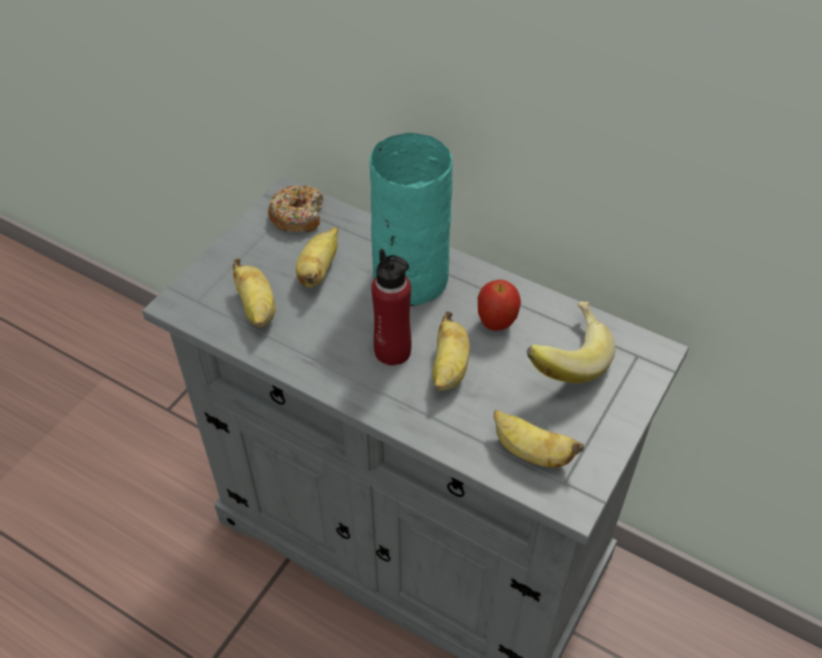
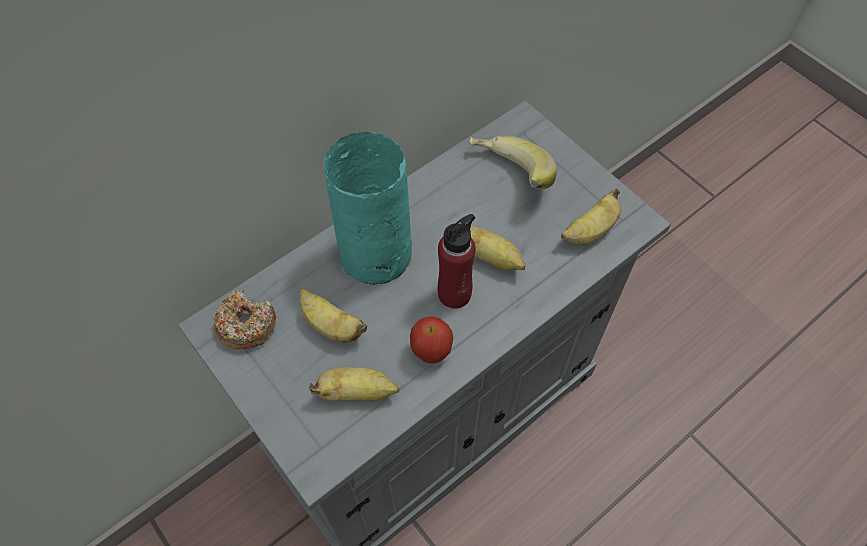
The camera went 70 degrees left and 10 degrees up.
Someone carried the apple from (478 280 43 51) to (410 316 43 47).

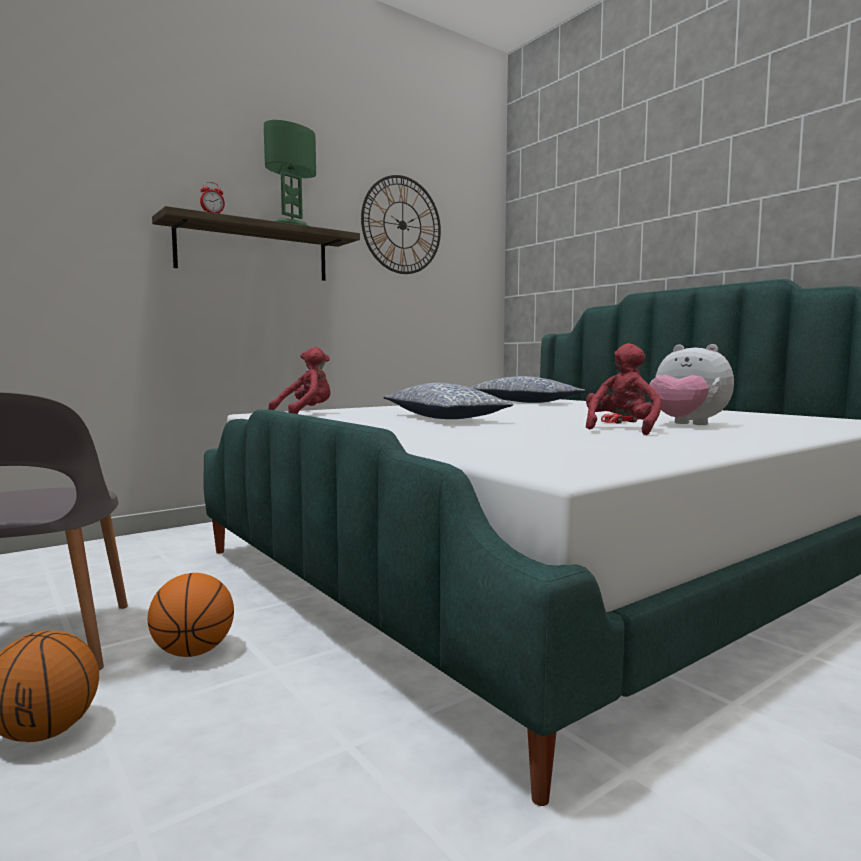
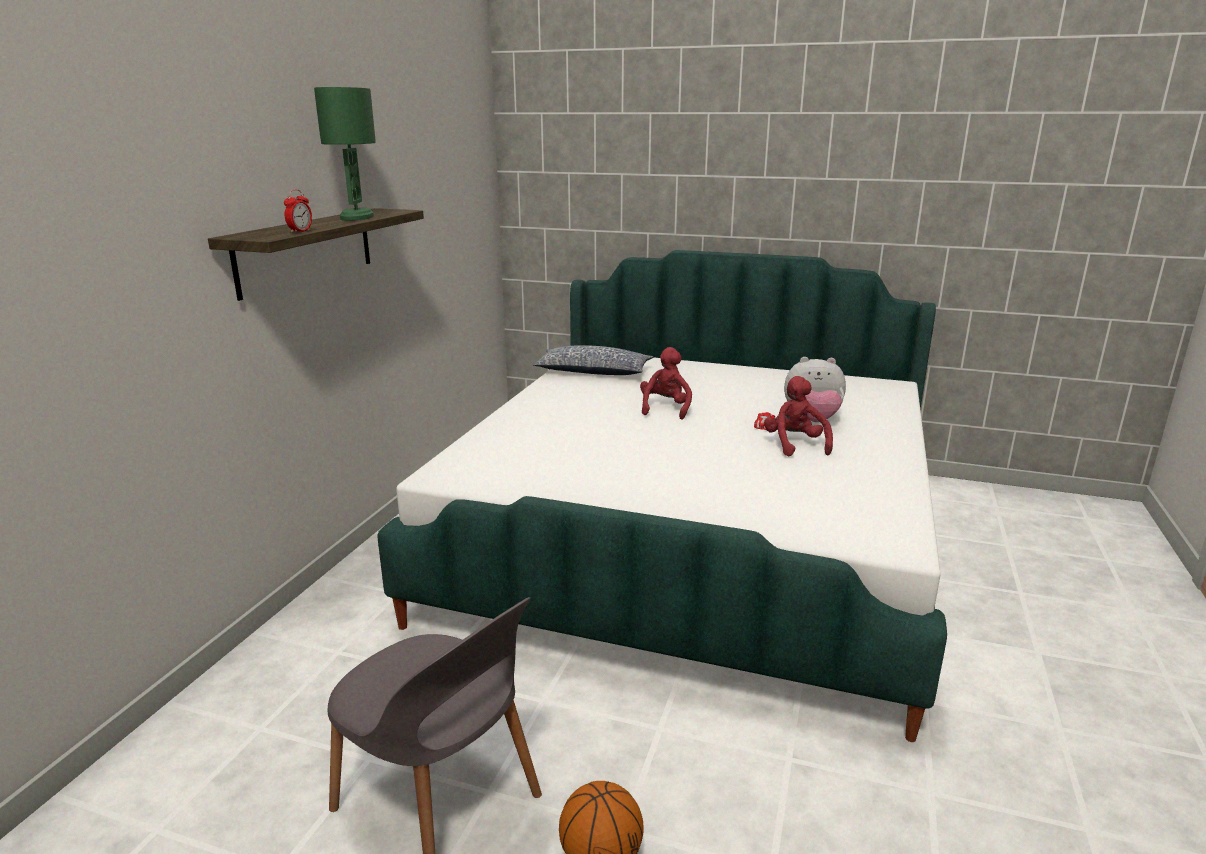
The camera went 35 degrees left and 15 degrees up.
Someone took away the basketball ball at (148 573 86 84).
Someone took away the wall clock at (361 175 80 99).
Someone took away the pillow at (383 383 131 36).
Someone carried the soft toy/reddish from (268 347 63 67) to (640 347 52 72).

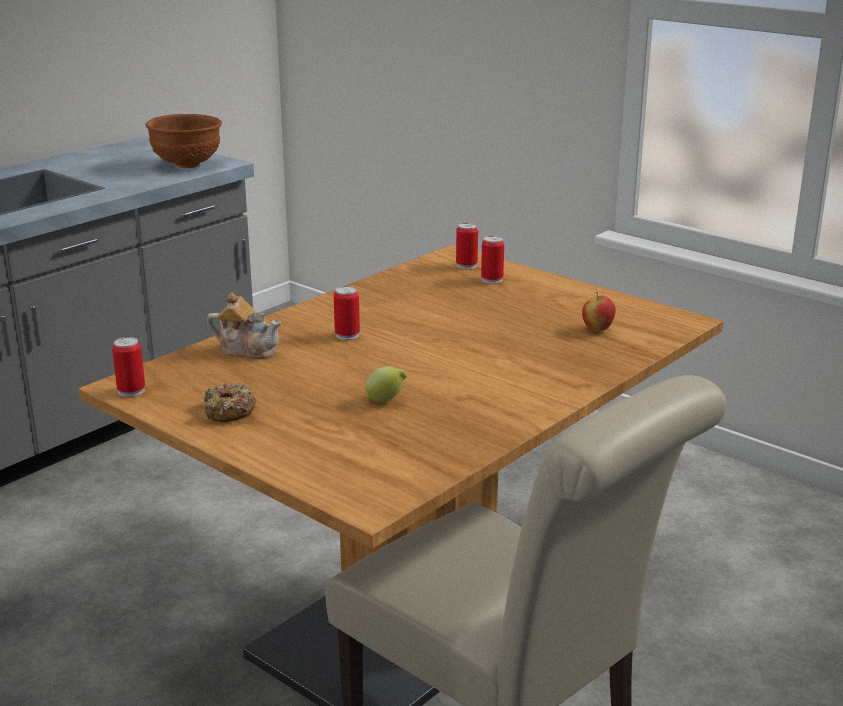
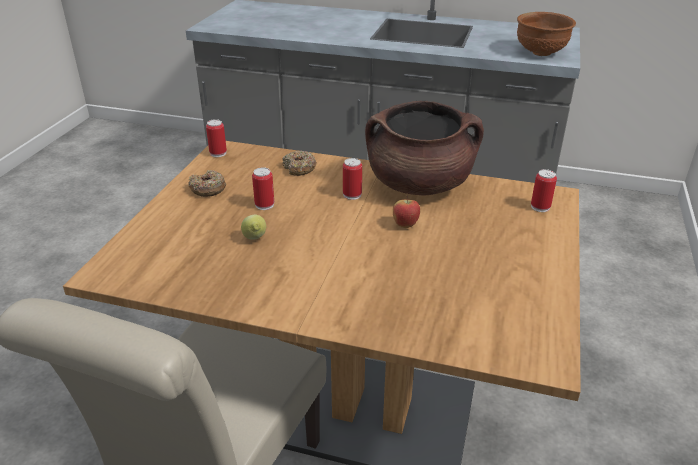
The camera went 65 degrees right and 10 degrees up.
Someone put down the saucepot/brownish at (365 101 119 94).
Someone carried the metal can from (481 236 23 48) to (252 167 22 43).
Someone carried the apple from (582 292 34 40) to (393 195 27 33).
Someone swapped the tea pot at (207 292 74 67) for the donut at (282 150 35 26).

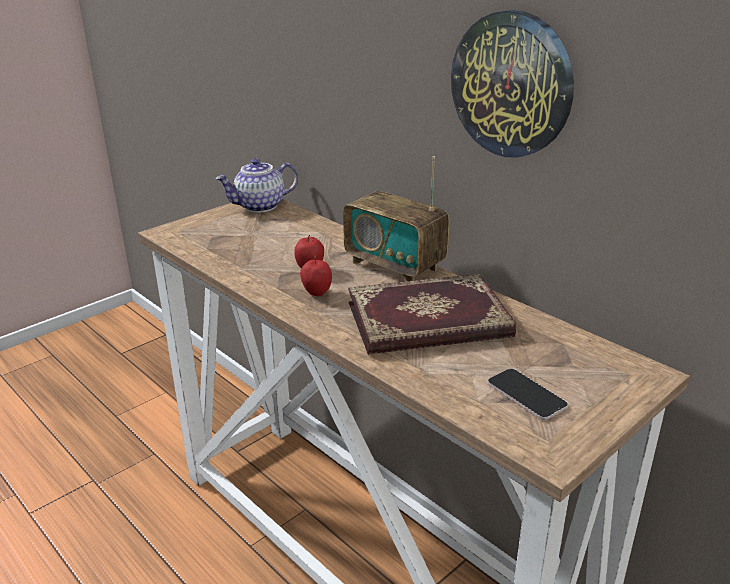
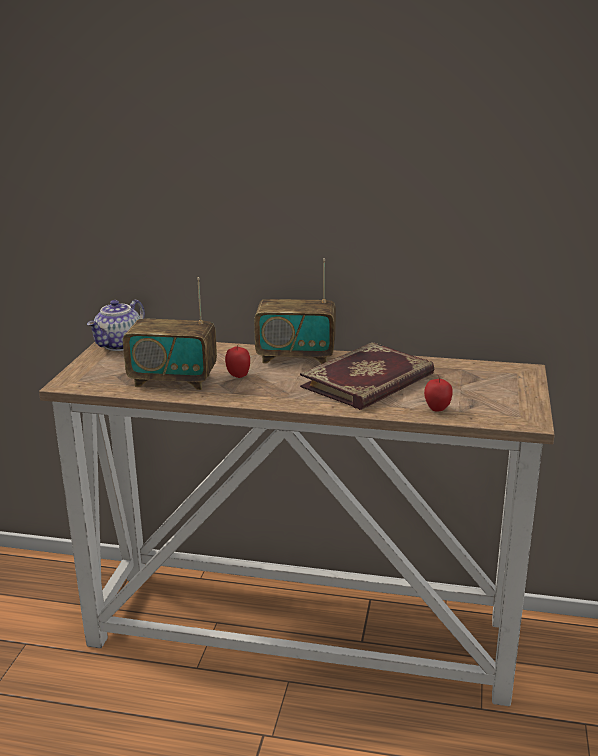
The camera went 35 degrees left and 5 degrees down.
Someone took away the wall clock at (451 10 123 148).
Someone took away the telephone at (487 368 81 52).
Someone put down the radio set at (123 277 94 113).
Someone carried the apple from (300 255 32 41) to (424 375 29 36).

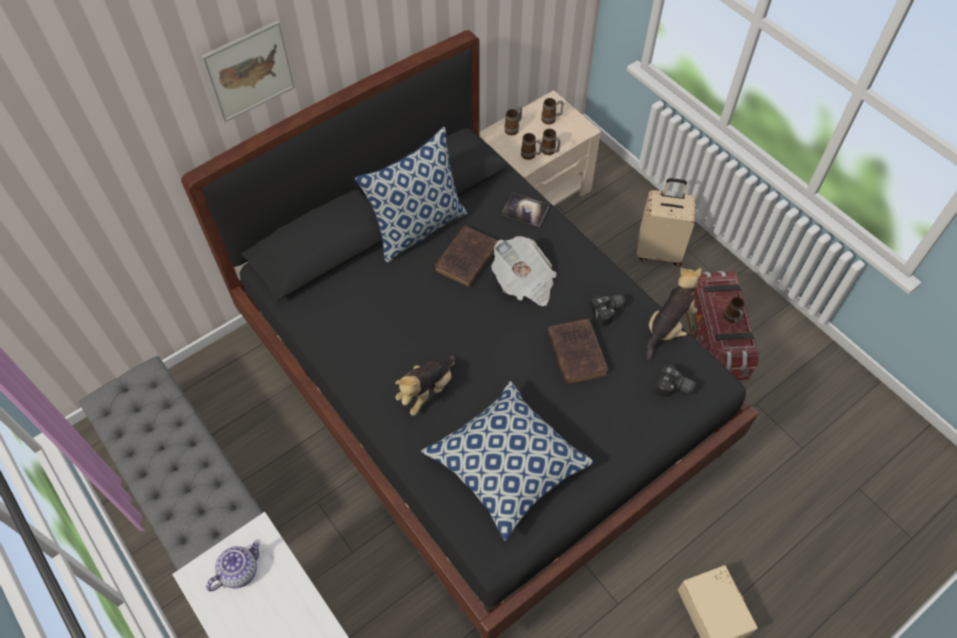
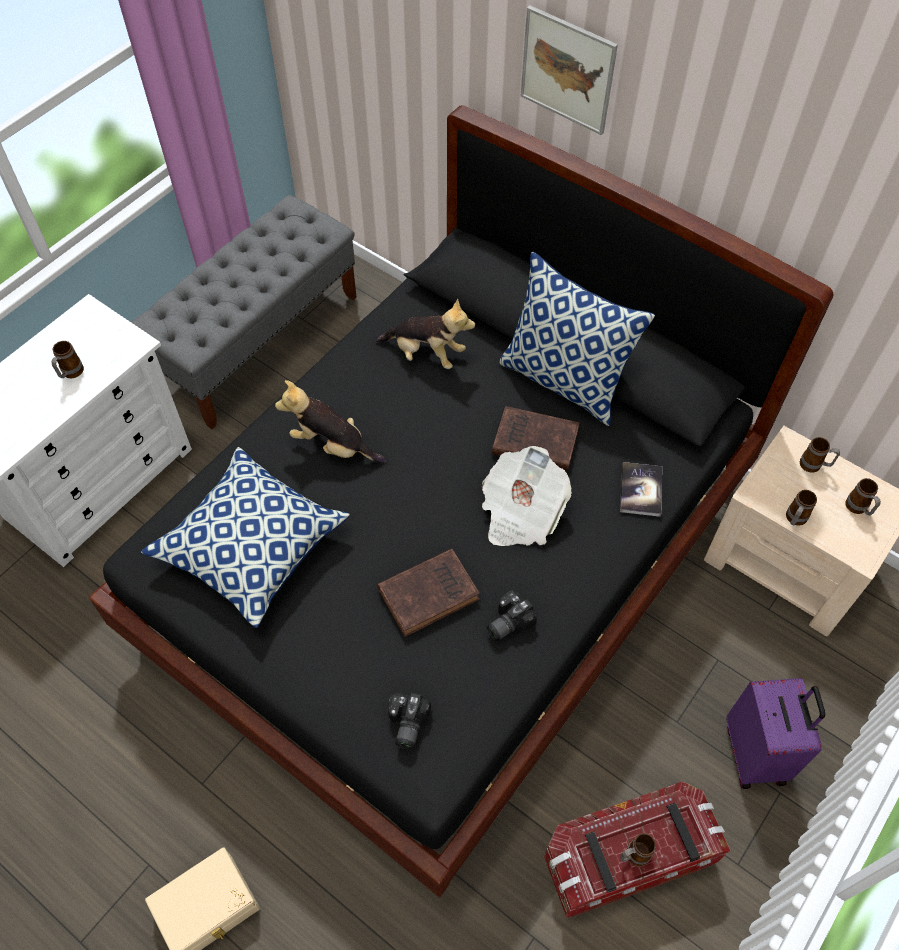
The camera went 75 degrees right and 0 degrees up.
Someone took away the tea pot at (206 539 55 53).
Someone carried the mug from (521 133 21 27) to (51 341 33 37).
Someone carried the soft toy from (647 267 55 93) to (375 298 100 71).
Someone repainted the suitcase/beige at (637 178 59 88), which became the suitcase/purplish at (727 678 98 111).
Someone rotated the photo camera at (589 294 37 33) by 90 degrees clockwise.

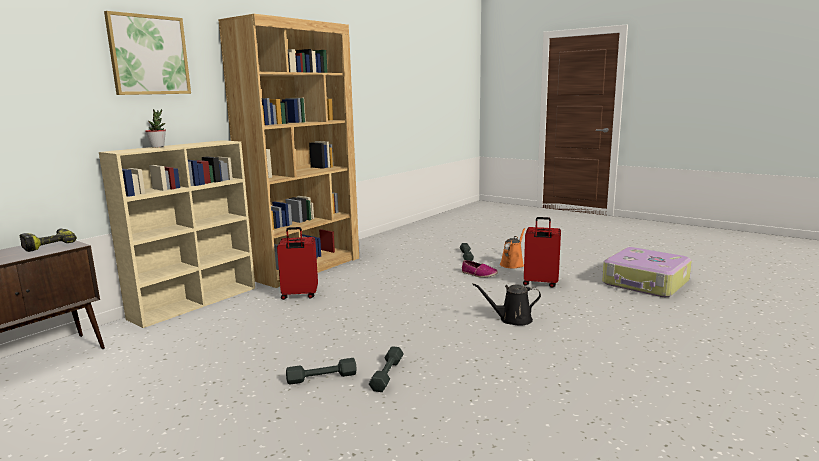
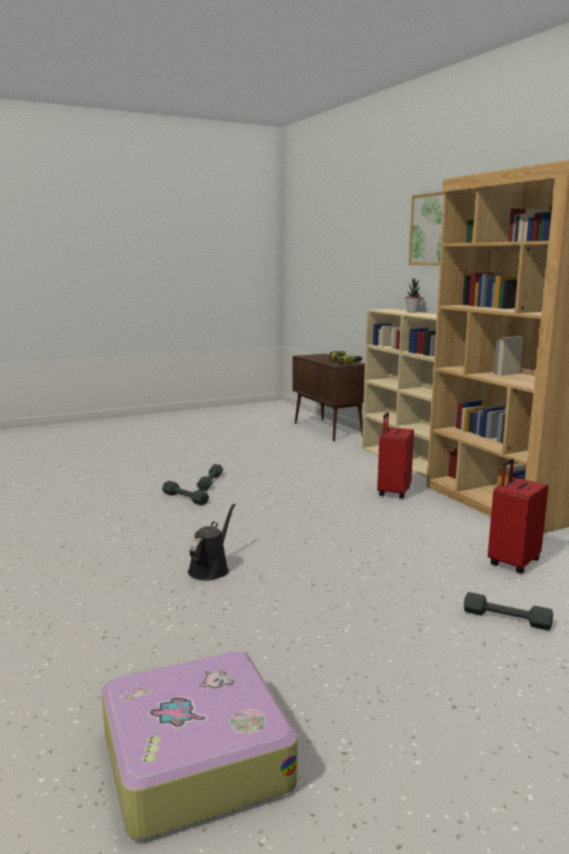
The camera went 115 degrees right and 0 degrees up.
Someone took away the low shoe at (462 260 36 18).
Someone took away the watering can/orangey at (500 228 25 41).
Someone carried the suitcase/reddish from (523 217 38 71) to (488 458 60 116).

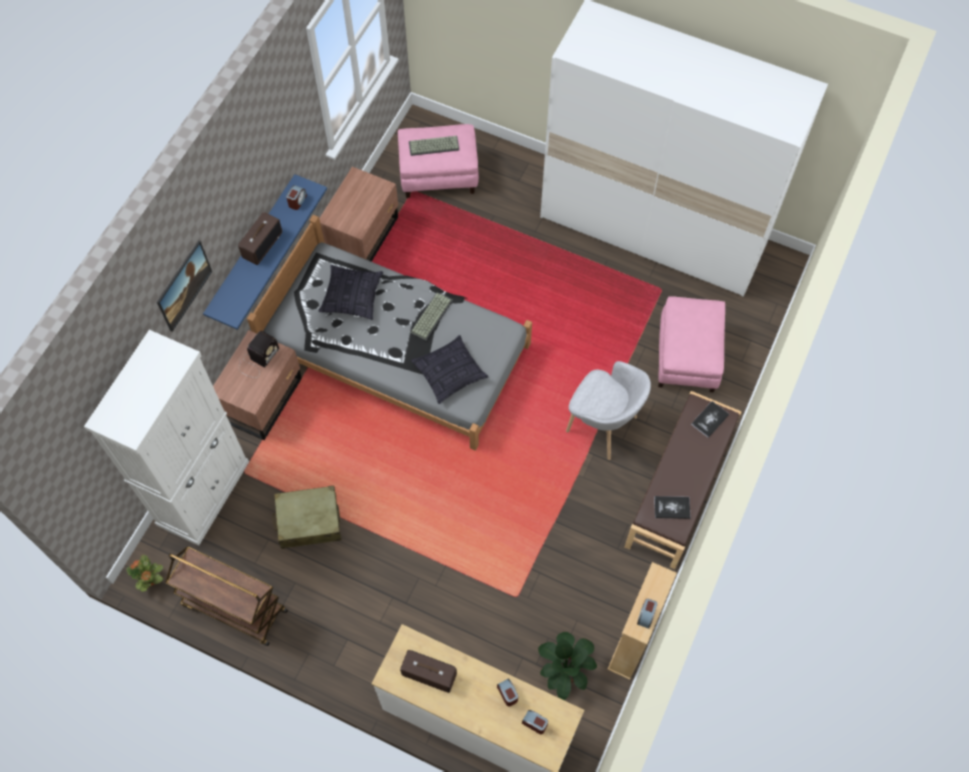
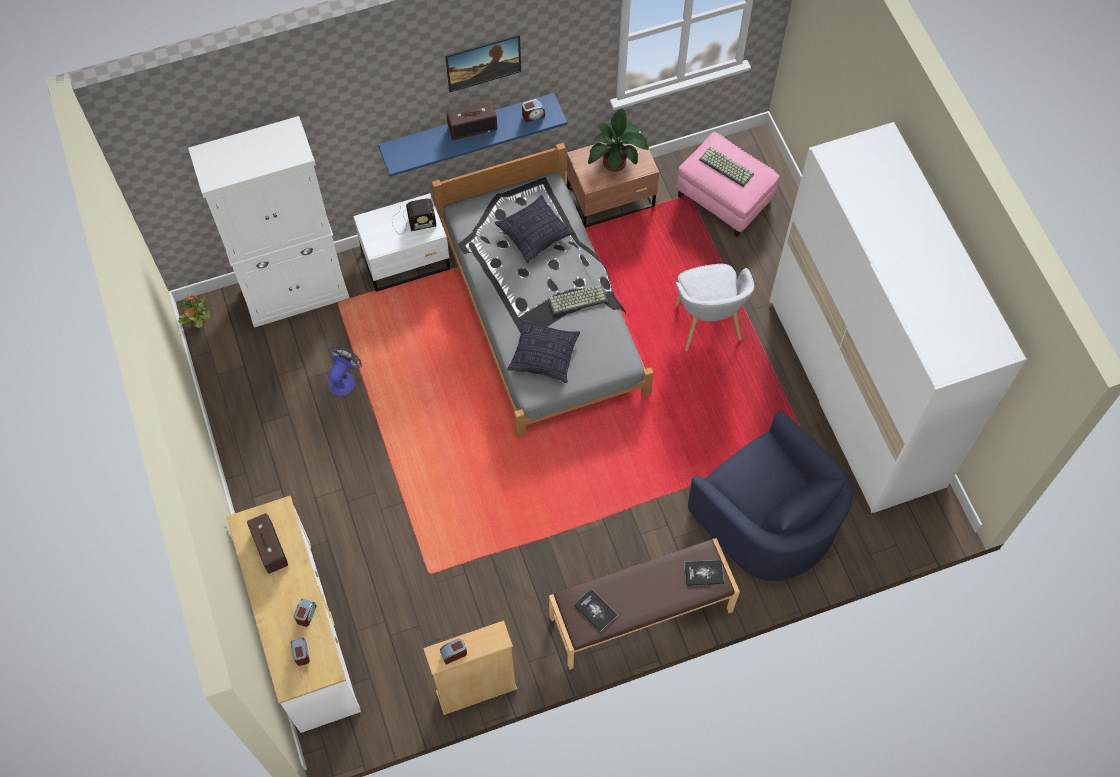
The camera went 45 degrees right and 0 degrees up.
Someone took away the cart/brownish at (165 546 123 100).
Someone carried the wall art from (157 241 55 91) to (445 34 76 58).
Someone carried the plant in a pot from (538 632 59 68) to (588 109 61 63).
Someone carried the lounge chair/grey from (566 361 85 100) to (675 264 79 87).
Someone swapped the suitcase/beige at (272 486 70 63) for the electric fan at (328 346 34 50).
Someone swapped the ottoman/pinkish at (658 296 67 96) for the lounge chair/blue at (688 411 165 170).
Someone repainted the nightstand/brownish at (213 330 89 110), which became the nightstand/white-coloured at (353 193 97 99).

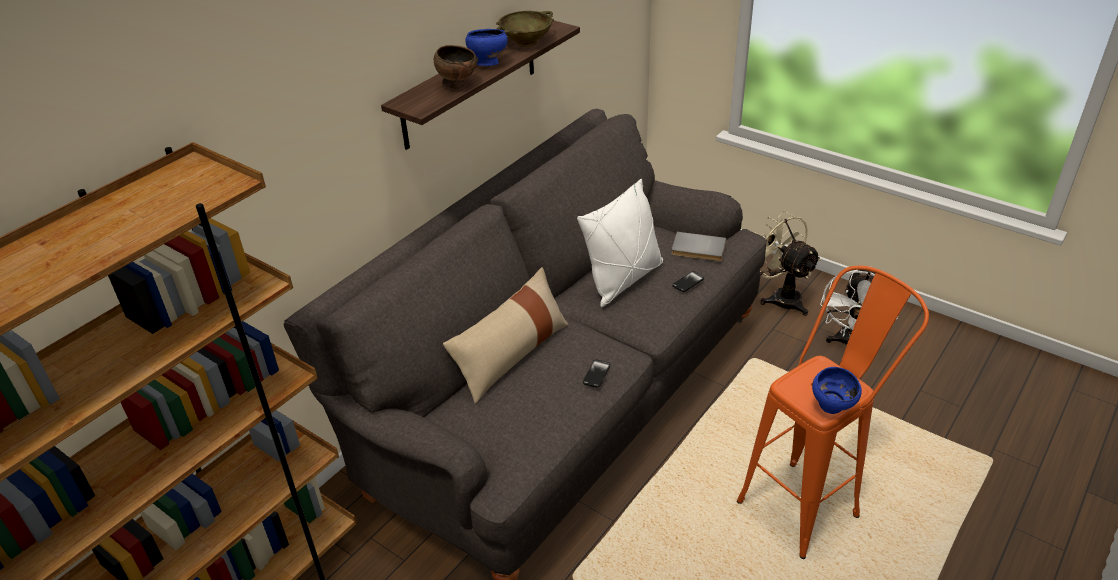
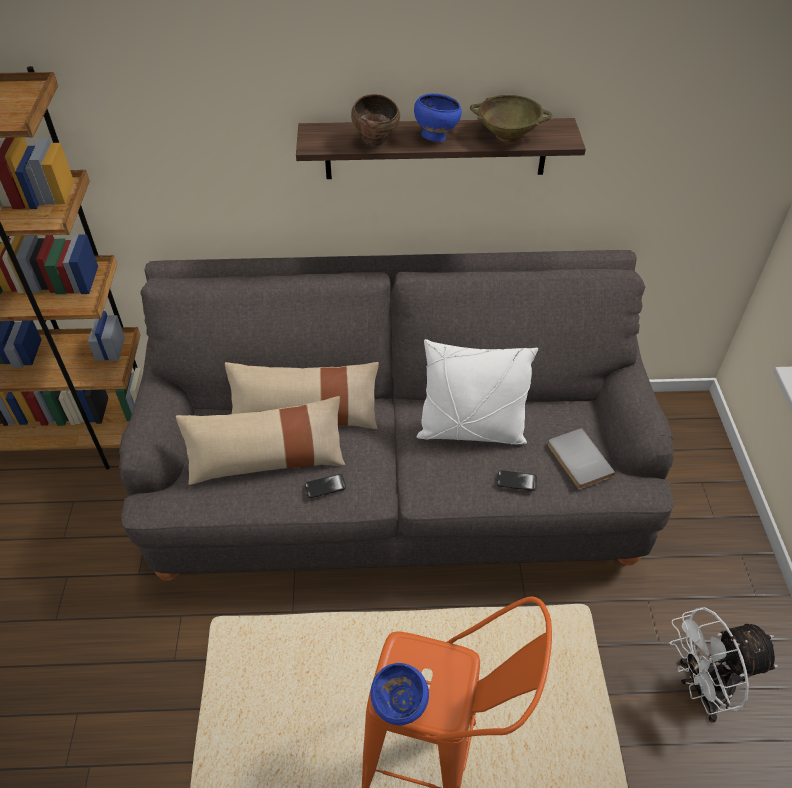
The camera went 50 degrees right and 10 degrees up.
Someone took away the electric fan/beige at (754 211 67 105).
Someone put down the pillow/beige at (176 396 169 89).

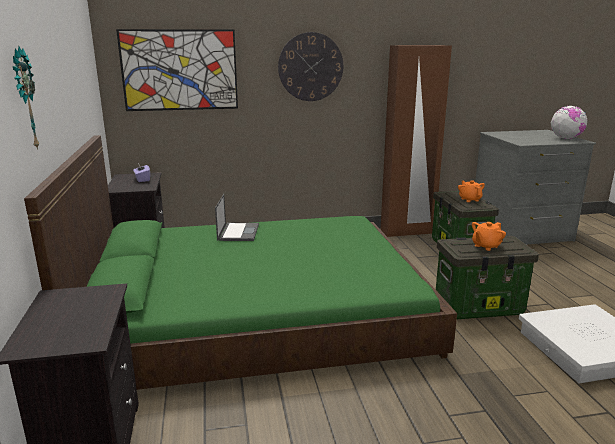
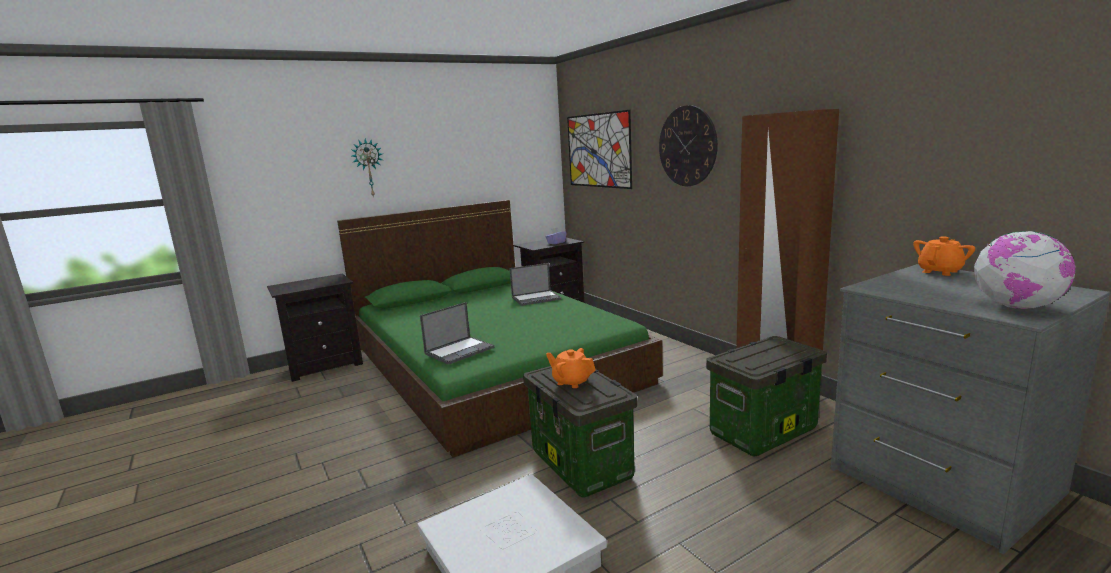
The camera went 70 degrees right and 5 degrees down.
Someone put down the notebook computer at (420 302 74 63).
Someone carried the tea pot/orangey from (458 180 27 22) to (913 236 62 40).

